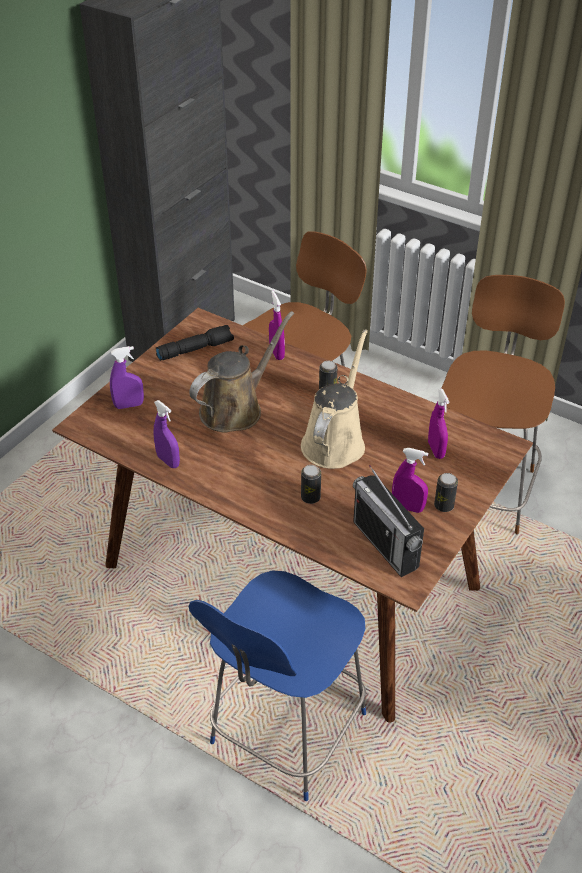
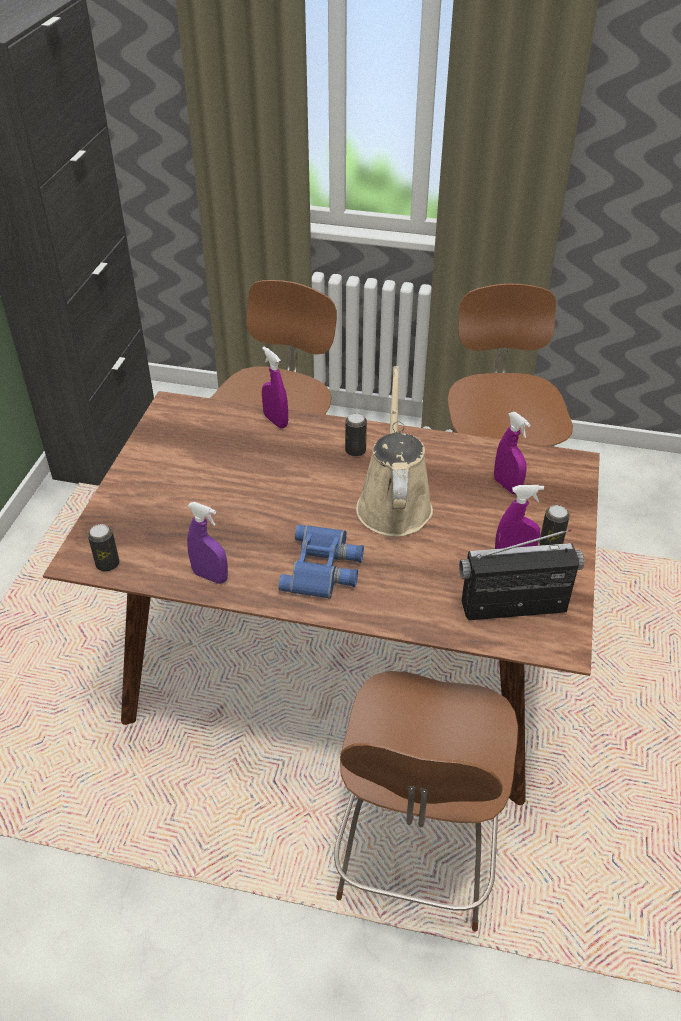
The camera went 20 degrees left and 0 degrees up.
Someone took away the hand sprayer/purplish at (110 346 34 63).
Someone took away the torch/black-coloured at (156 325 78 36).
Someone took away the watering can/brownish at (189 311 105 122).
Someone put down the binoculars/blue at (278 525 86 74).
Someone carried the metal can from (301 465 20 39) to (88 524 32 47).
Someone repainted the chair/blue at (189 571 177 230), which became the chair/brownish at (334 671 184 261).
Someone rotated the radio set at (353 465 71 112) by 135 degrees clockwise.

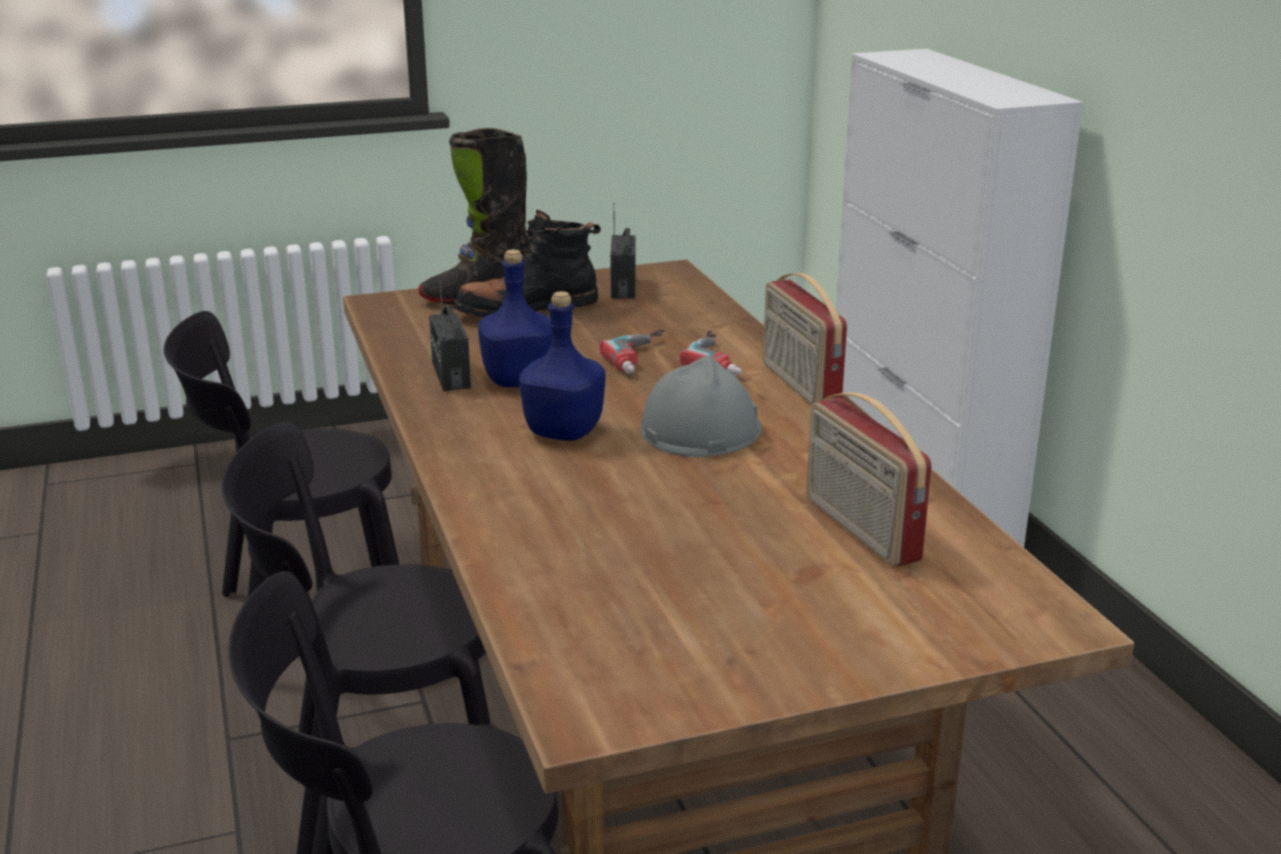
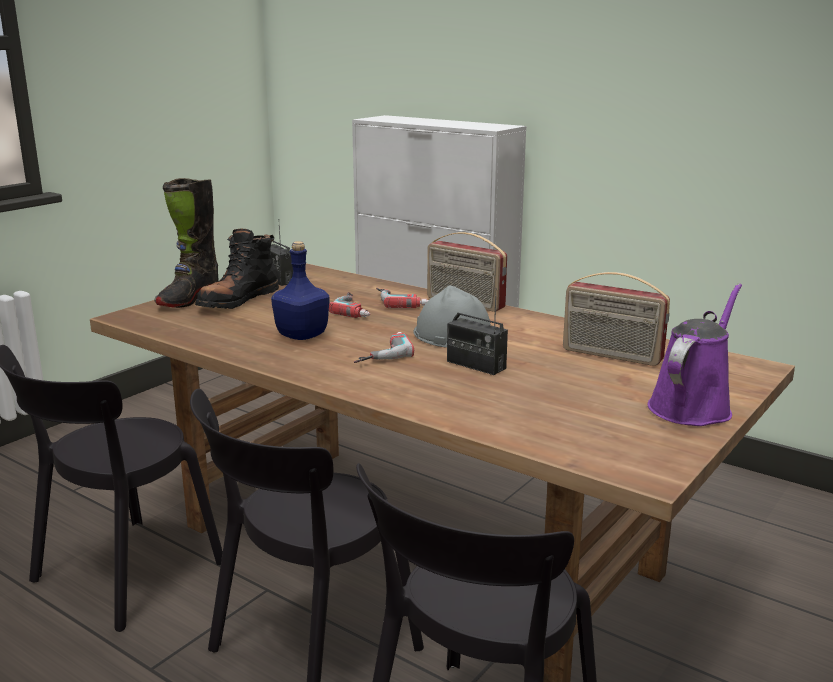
The camera went 35 degrees left and 5 degrees down.
Someone put down the watering can/purplish at (647 283 95 143).
Someone carried the radio set from (429 281 42 110) to (447 288 61 87).
Someone swapped the beverage bottle/blue at (519 291 86 150) for the electric drill at (354 332 60 31).

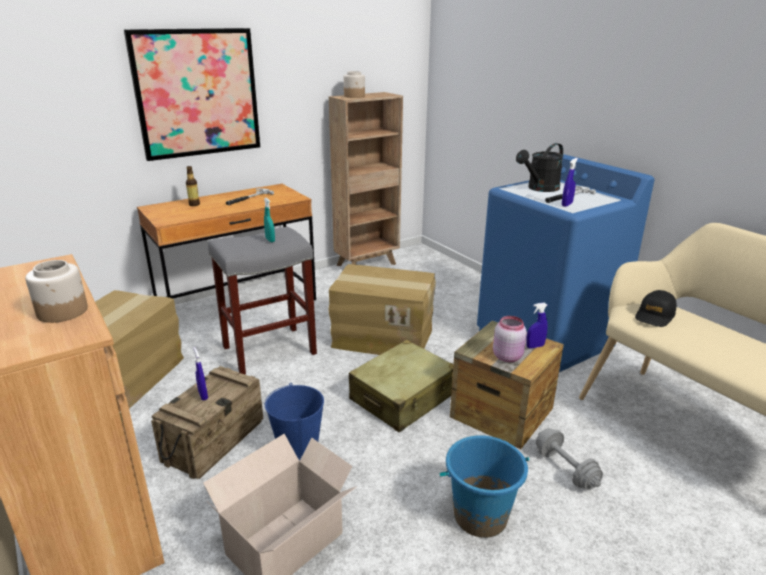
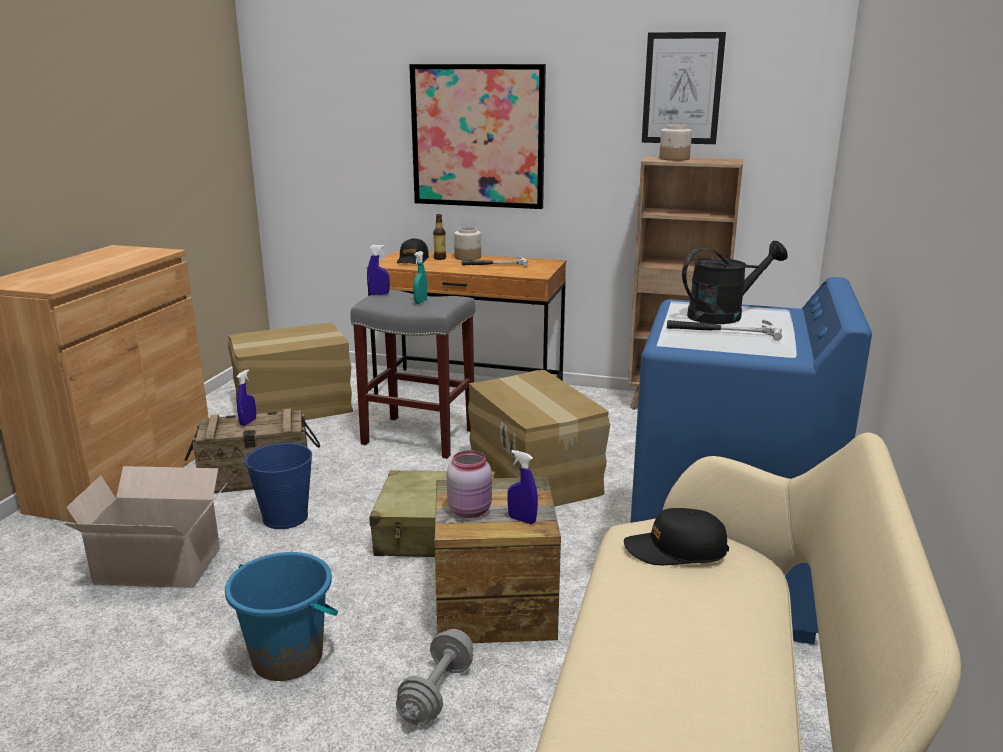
The camera went 50 degrees right and 5 degrees down.
Someone put down the cap/black-coloured at (397 238 32 26).
Someone put up the wall art at (642 32 84 112).
Someone carried the jar from (25 260 63 63) to (454 227 27 33).
Someone carried the hand sprayer/blue from (562 158 16 49) to (367 245 23 50).
Someone rotated the watering can/black-coloured at (516 143 47 49) by 150 degrees clockwise.

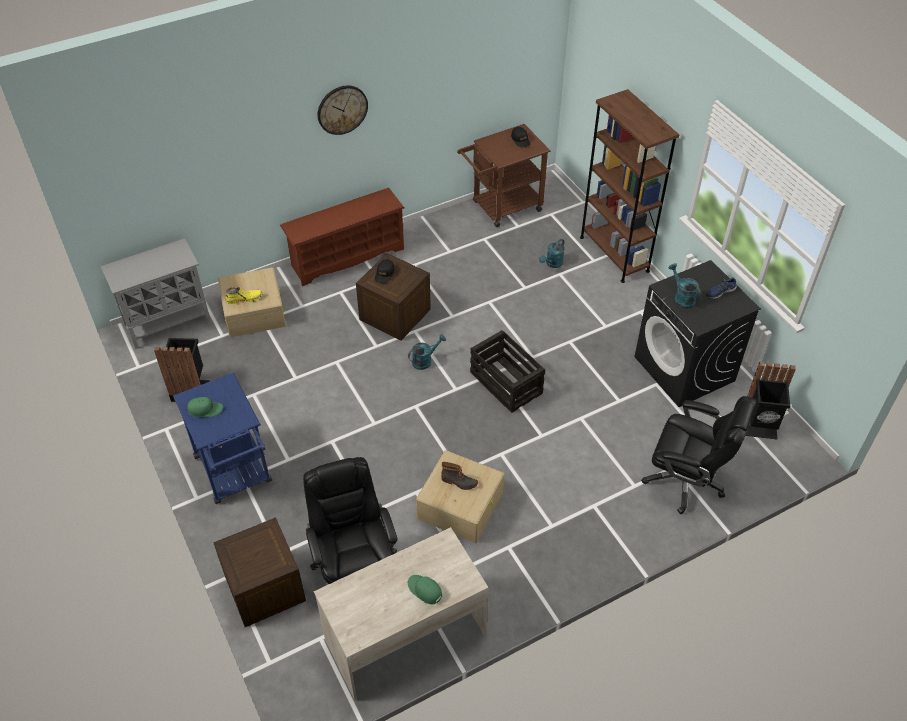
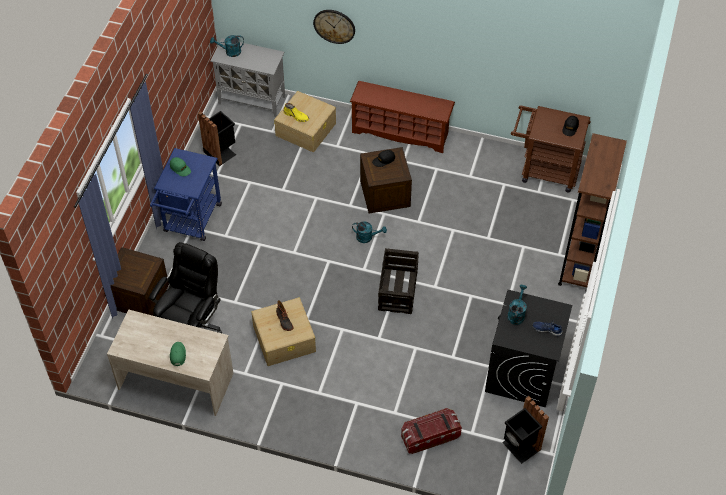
The camera went 45 degrees right and 5 degrees up.
Someone carried the wall clock from (318 85 50 50) to (313 10 42 34).
Someone carried the watering can/turquoise from (539 239 25 29) to (210 35 34 22).
Someone swapped the desk chair/black-coloured at (641 396 115 118) for the storage box at (401 408 61 46).

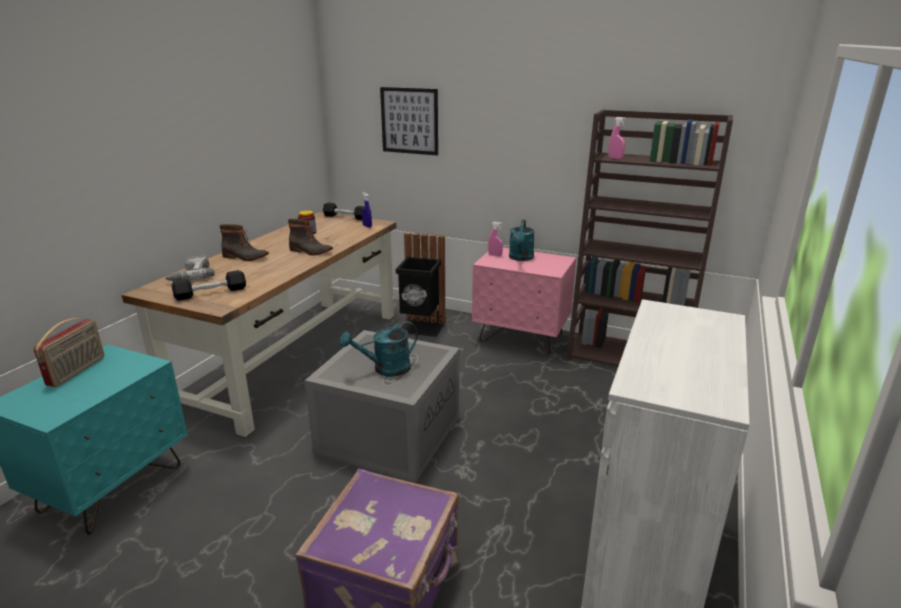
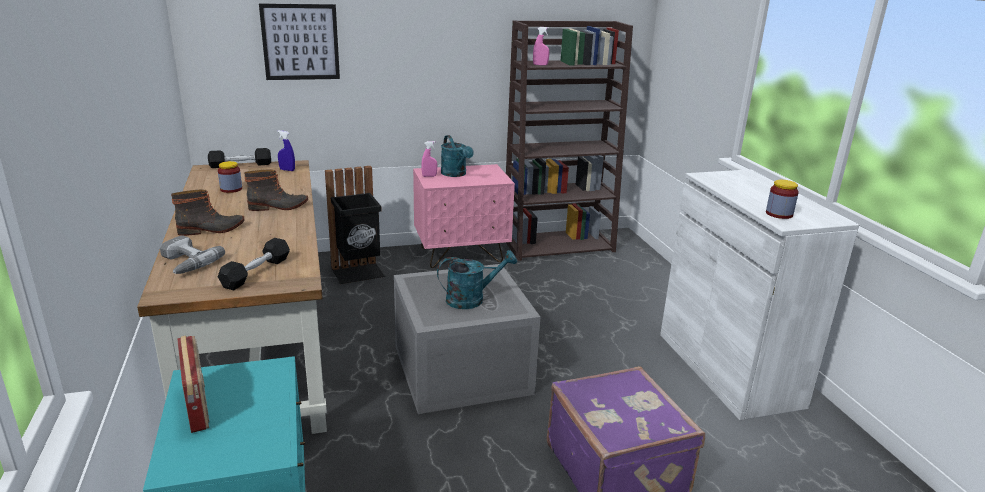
The camera went 40 degrees left and 0 degrees up.
Someone put down the jar at (766 180 33 39).
Someone rotated the watering can/turquoise at (340 321 78 56) by 135 degrees counterclockwise.

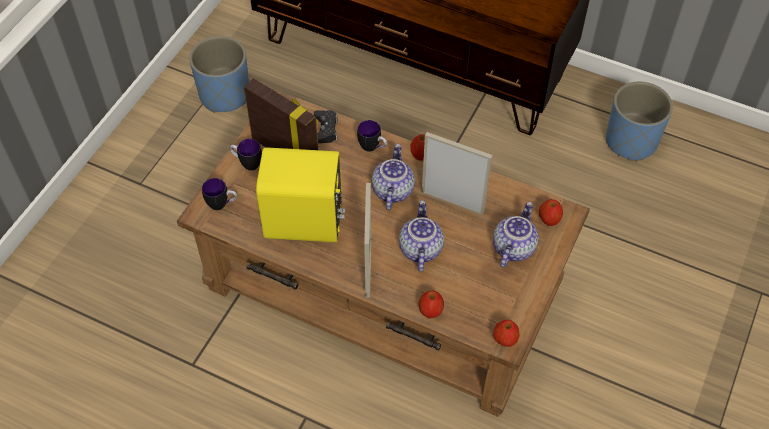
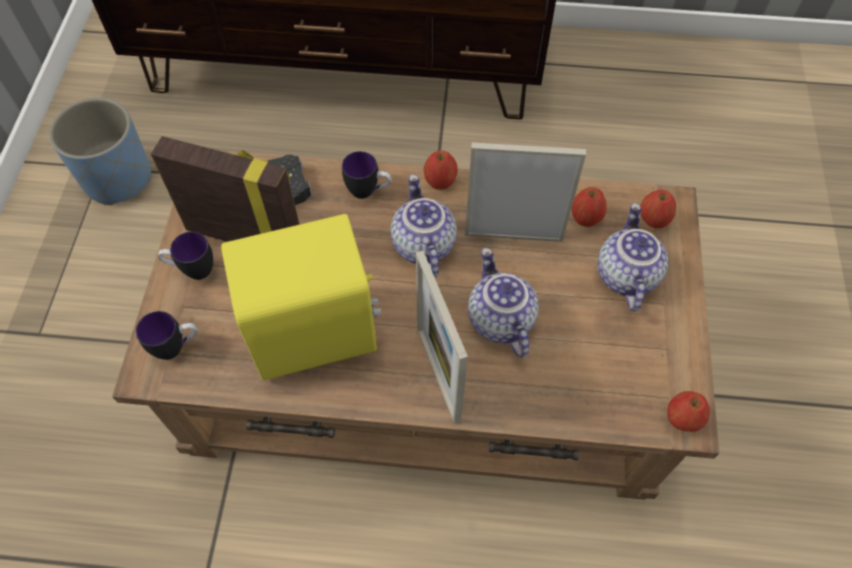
The camera went 20 degrees left and 5 degrees up.
Someone took away the planter/blue at (606 82 67 79).
Someone carried the apple from (419 291 25 27) to (571 187 36 40).

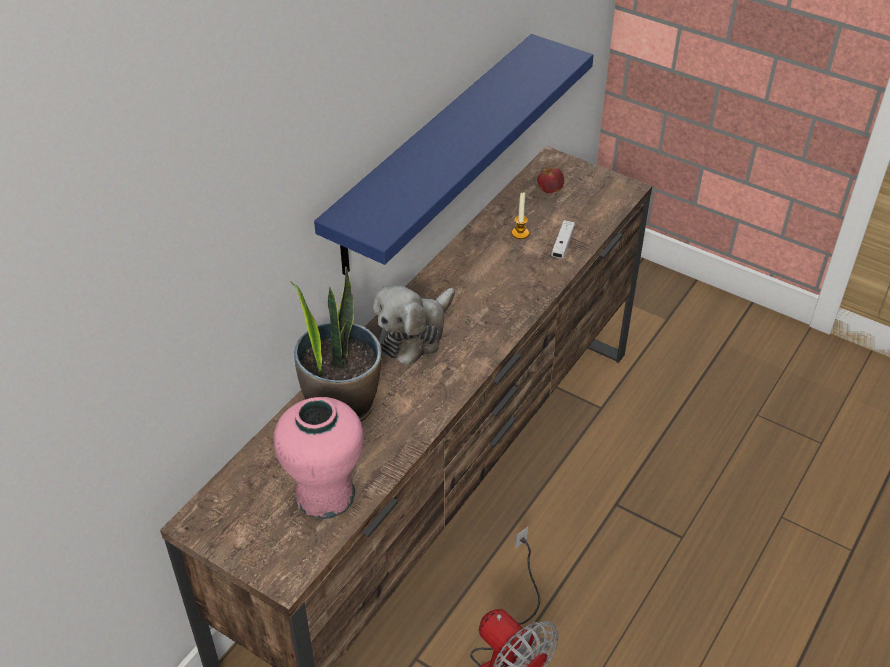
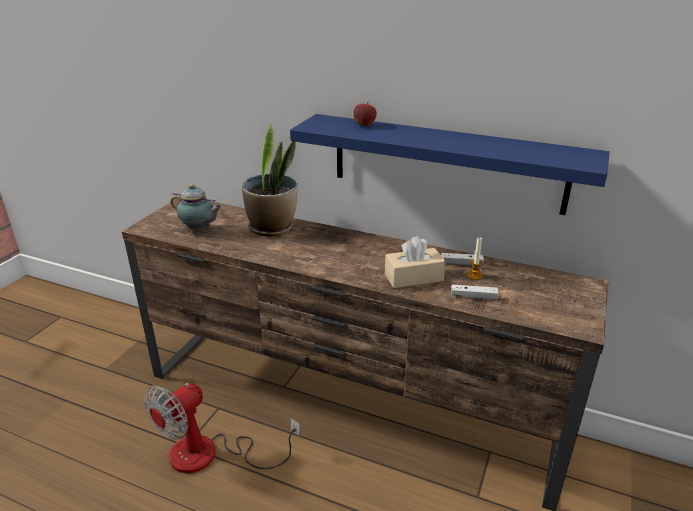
The camera went 80 degrees right and 15 degrees down.
Someone took away the soft toy at (373 285 82 80).
Someone put down the tissue holder/beige at (385 236 61 52).
Someone put down the game controller/white-coloured at (441 253 43 12).
Someone carried the apple from (537 167 27 26) to (353 102 24 24).
Someone swapped the decorative vase/pinkish at (273 397 91 122) for the tea pot at (170 184 52 48).

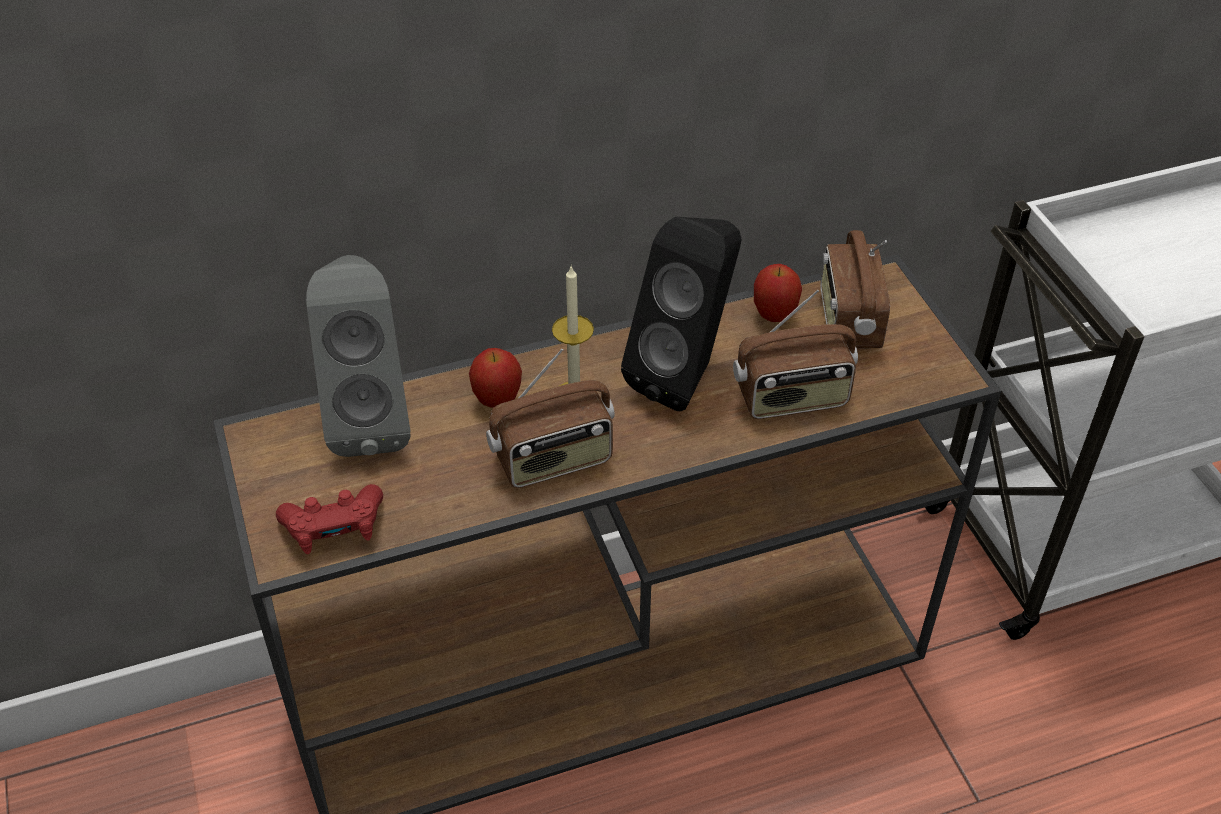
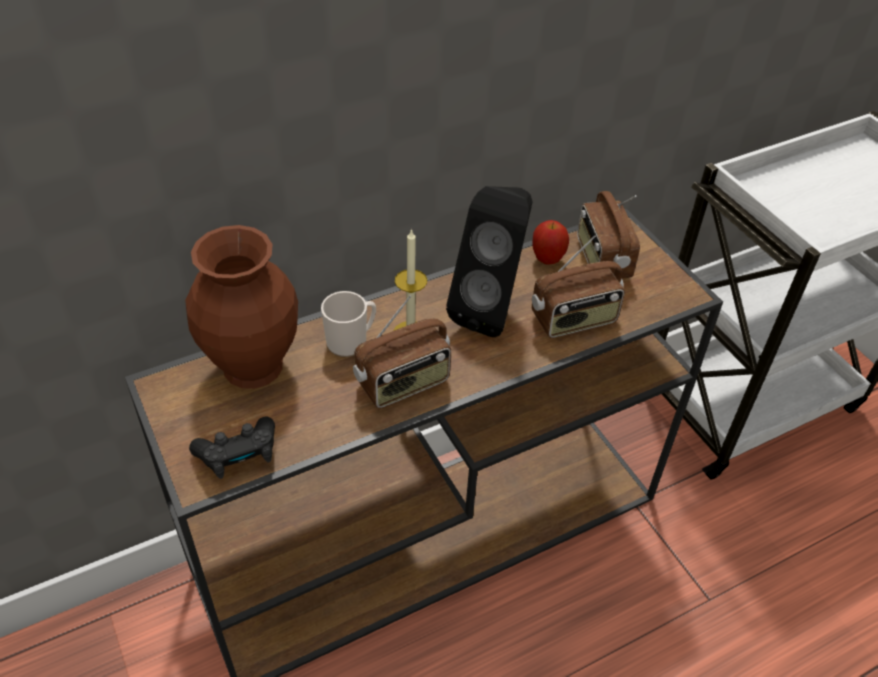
The camera went 10 degrees left and 0 degrees up.
Someone swapped the loudspeaker/grey at (306 255 105 202) for the decorative vase/brownish at (185 225 113 164).
Someone swapped the apple at (469 348 53 60) for the mug at (321 291 55 66).
Someone repainted the game controller/reddish at (276 484 107 70), which became the game controller/black-coloured at (189 417 86 62).

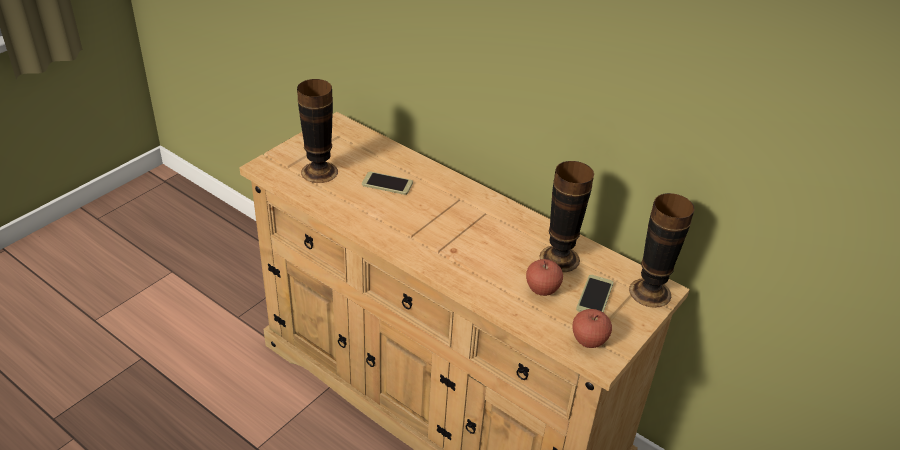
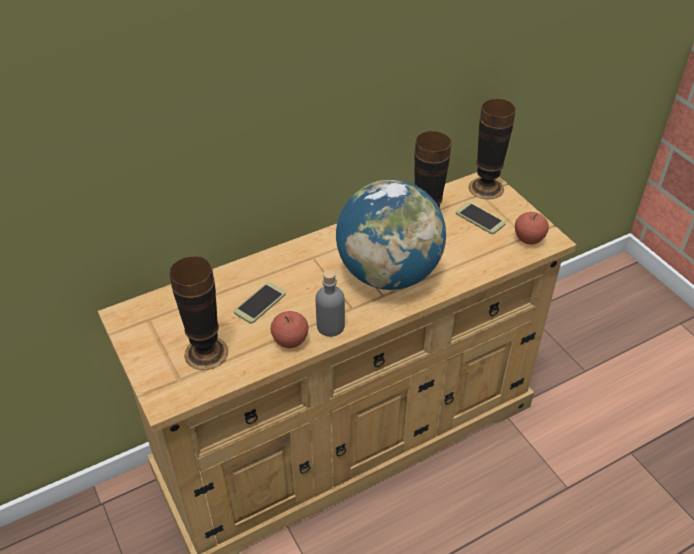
The camera went 65 degrees left and 5 degrees up.
Someone put down the beverage bottle/grey at (316 269 29 68).
Someone put down the globe at (336 180 110 110).
Someone carried the apple from (526 259 37 37) to (271 311 37 37).

